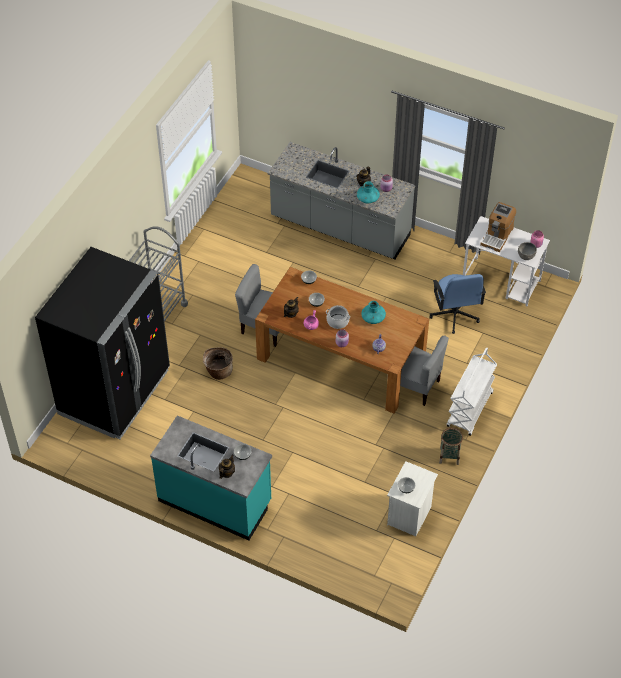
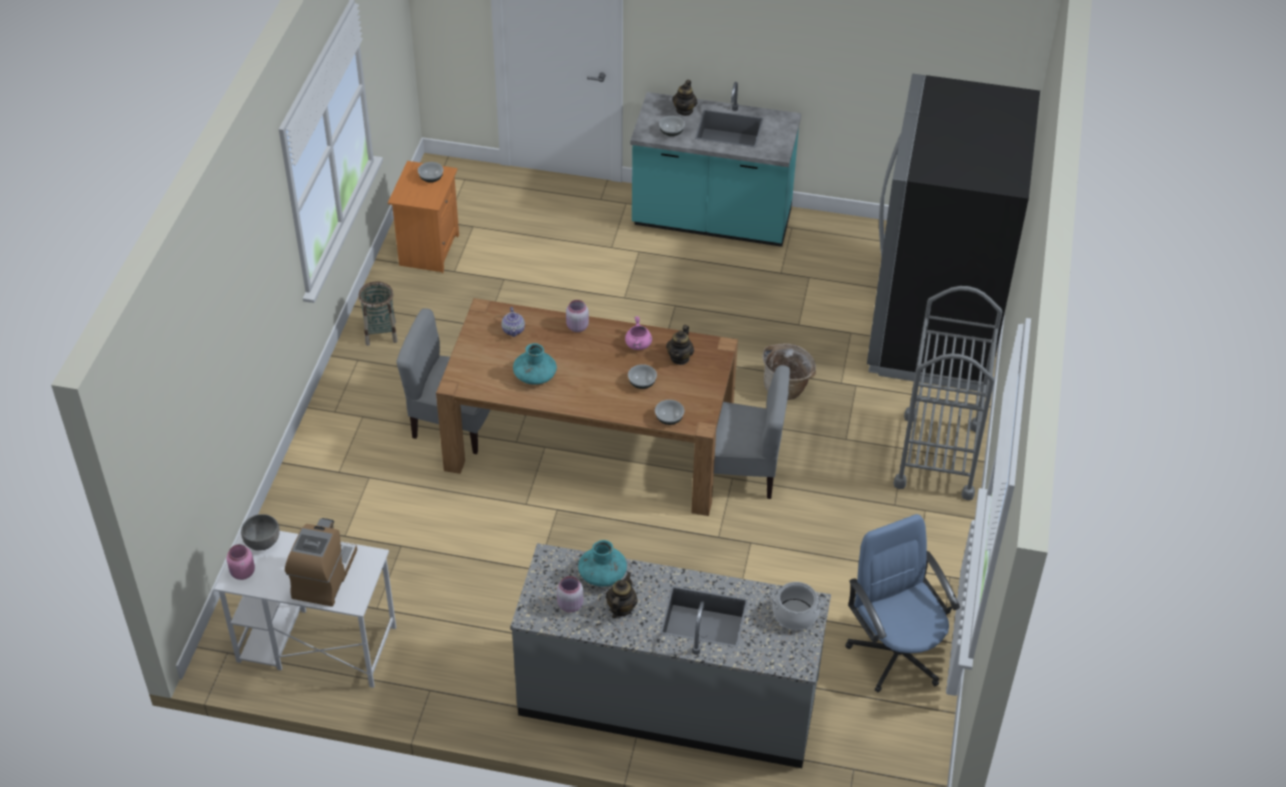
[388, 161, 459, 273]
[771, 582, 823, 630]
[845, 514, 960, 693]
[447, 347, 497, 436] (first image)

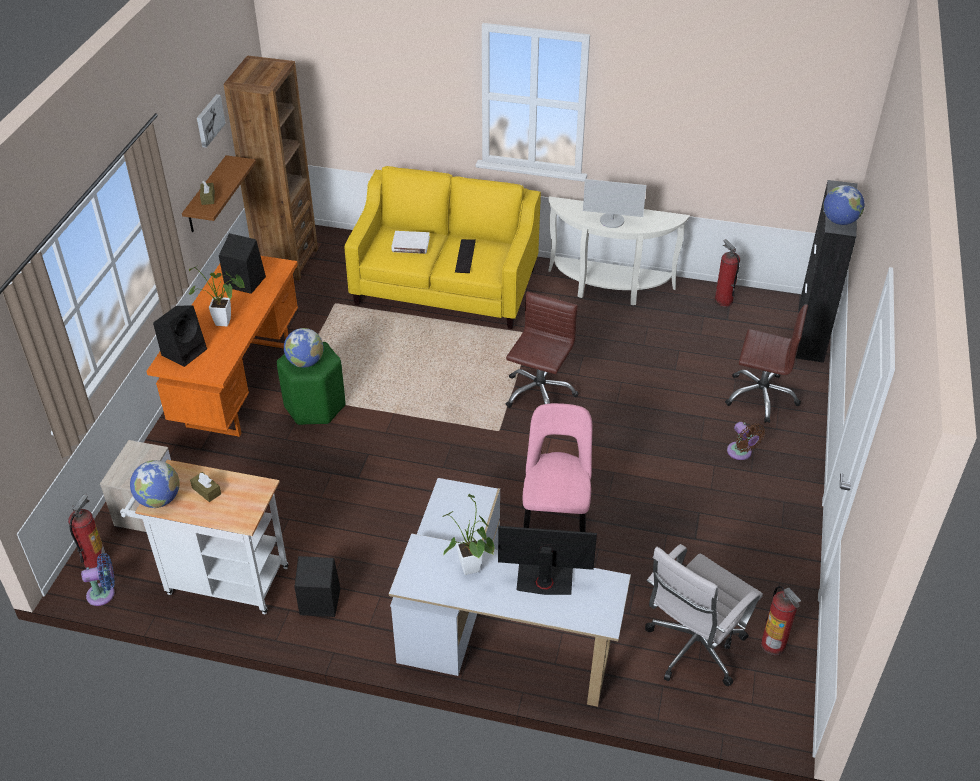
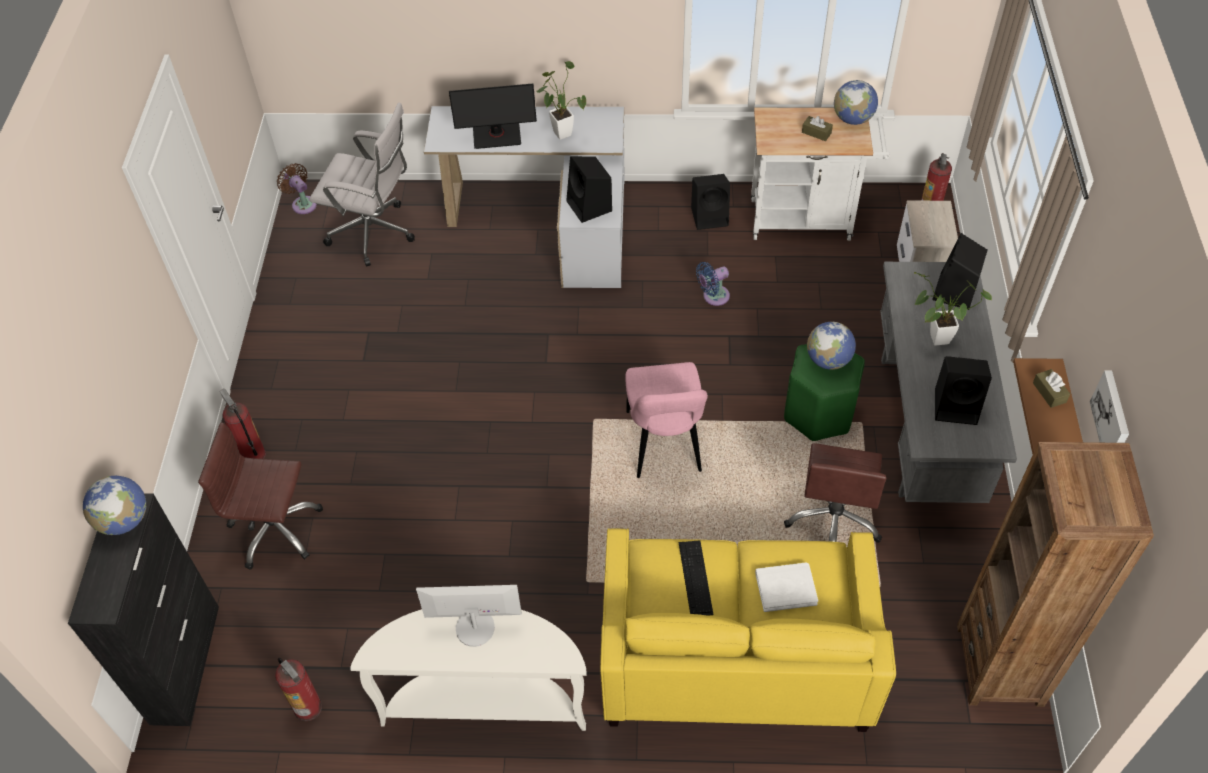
[220, 389, 266, 459]
[277, 163, 317, 214]
[309, 103, 415, 267]
[566, 156, 612, 223]
[625, 362, 708, 478]
[696, 262, 730, 306]
[784, 443, 886, 543]
[880, 262, 1017, 503]

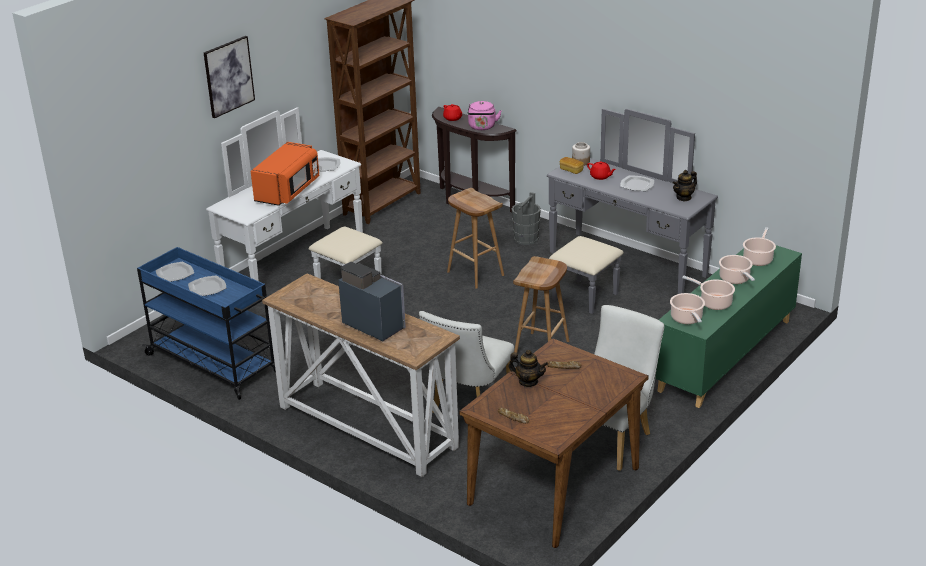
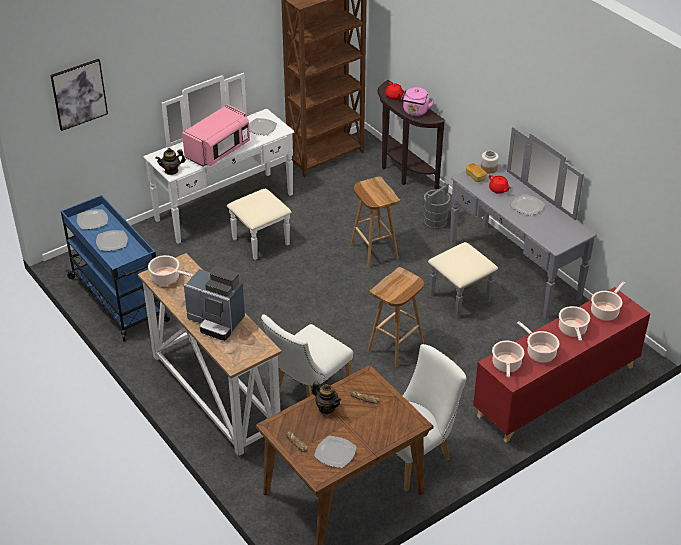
[50, 59, 108, 131]
[148, 255, 193, 285]
[155, 148, 186, 175]
[182, 104, 250, 166]
[184, 266, 245, 341]
[314, 436, 356, 468]
[473, 287, 650, 443]

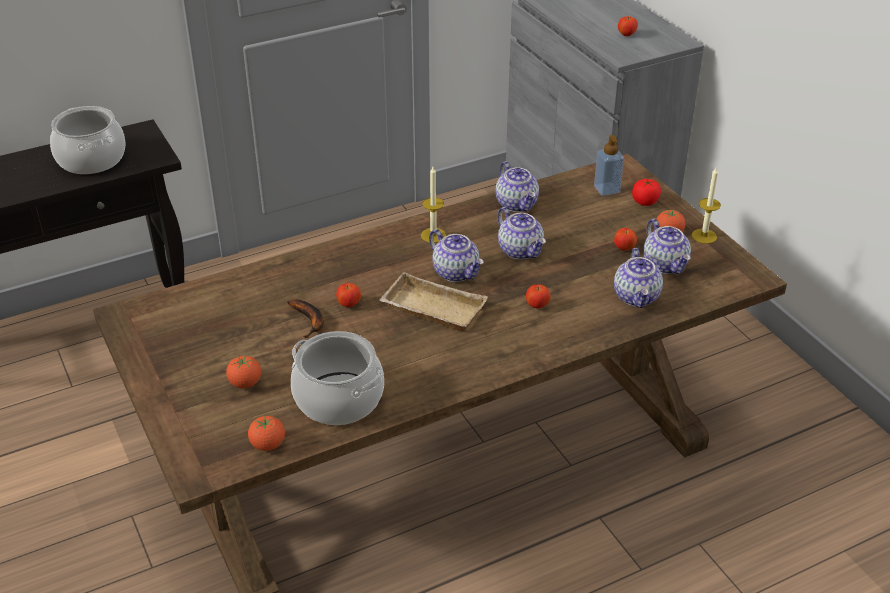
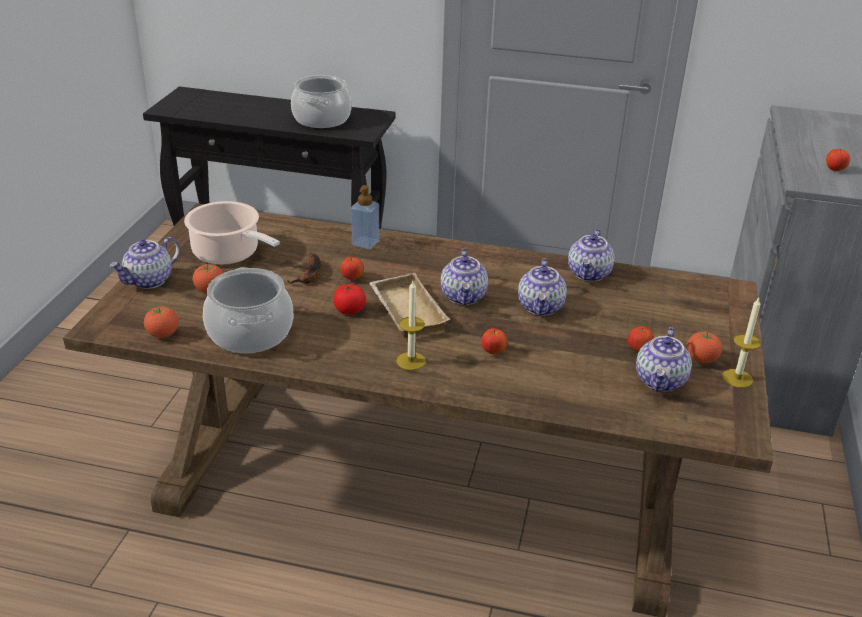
[109, 237, 180, 289]
[184, 201, 280, 265]
[334, 284, 366, 315]
[351, 185, 379, 249]
[396, 279, 426, 370]

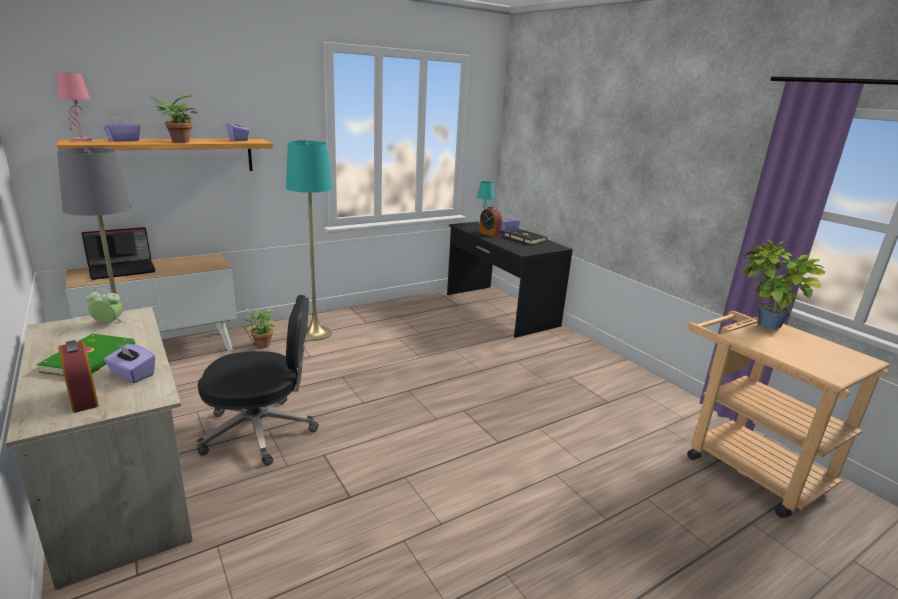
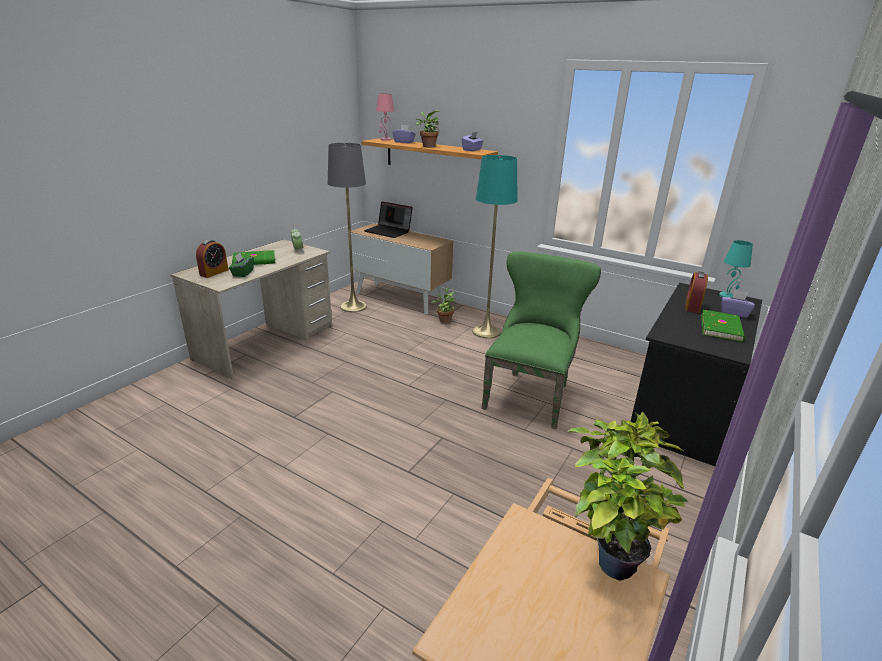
[229, 253, 254, 277]
[481, 251, 601, 429]
[701, 309, 745, 342]
[196, 295, 319, 466] (first image)

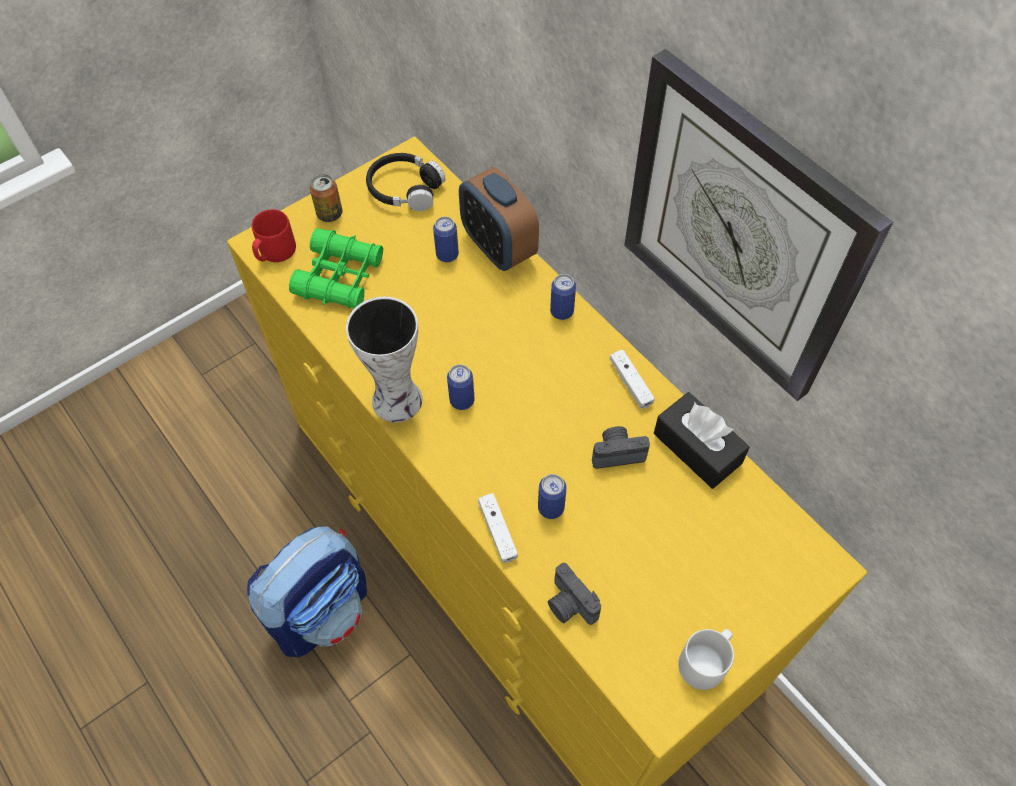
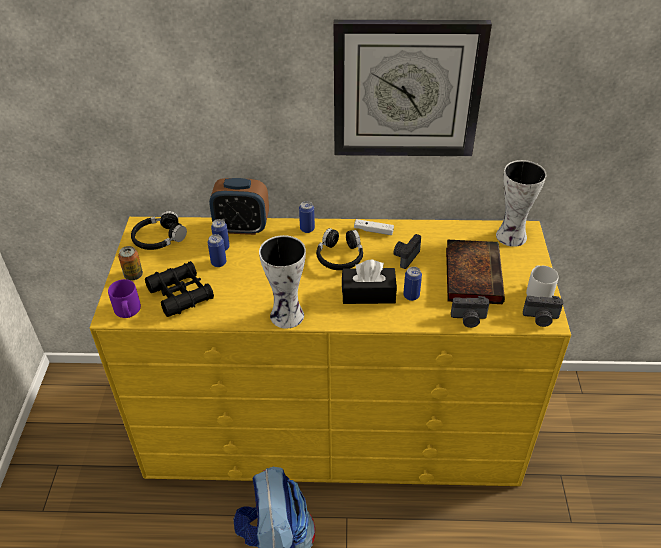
[108, 279, 141, 318]
[145, 261, 214, 317]
[208, 234, 227, 267]
[316, 228, 363, 270]
[342, 260, 397, 304]
[446, 240, 505, 304]
[496, 160, 547, 247]
[523, 296, 563, 327]
[478, 493, 518, 563] (first image)

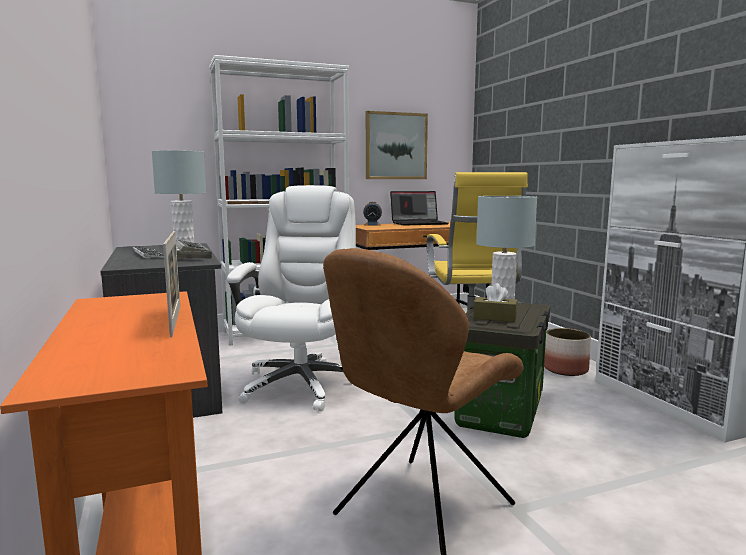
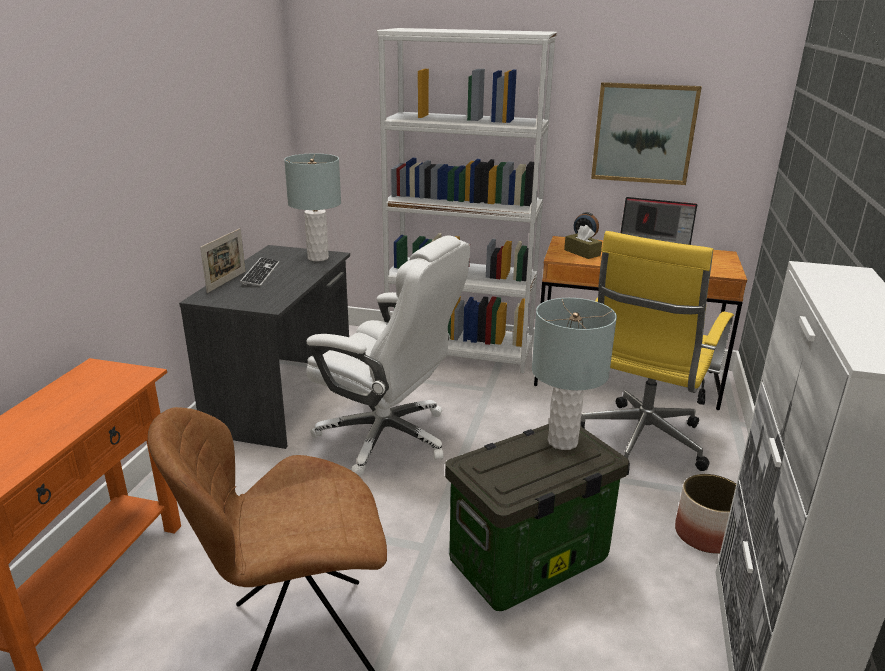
[200, 228, 245, 293]
[306, 236, 470, 477]
[564, 225, 602, 259]
[176, 239, 212, 260] (first image)

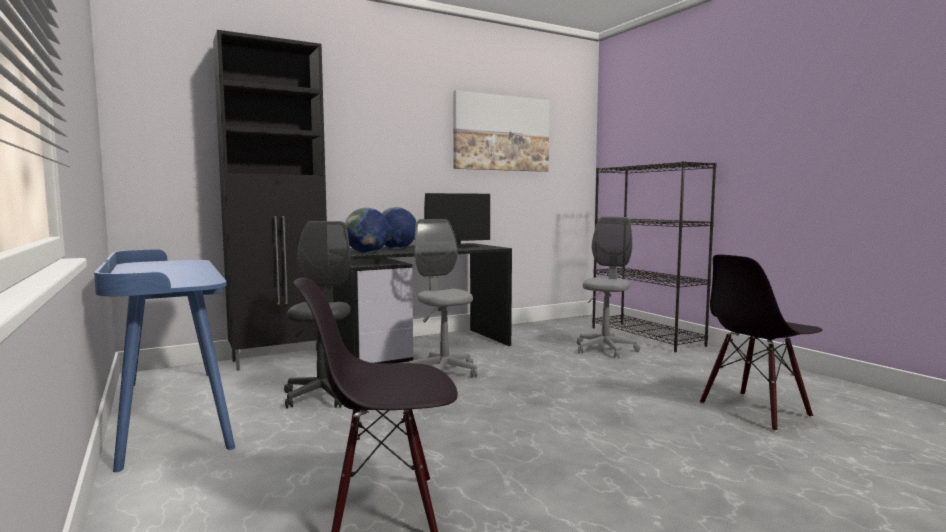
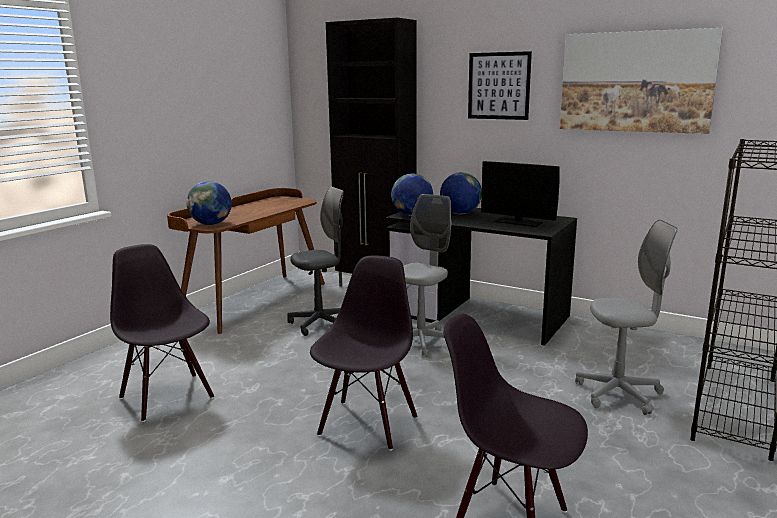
[167, 188, 325, 334]
[186, 181, 232, 225]
[310, 255, 417, 451]
[468, 51, 532, 120]

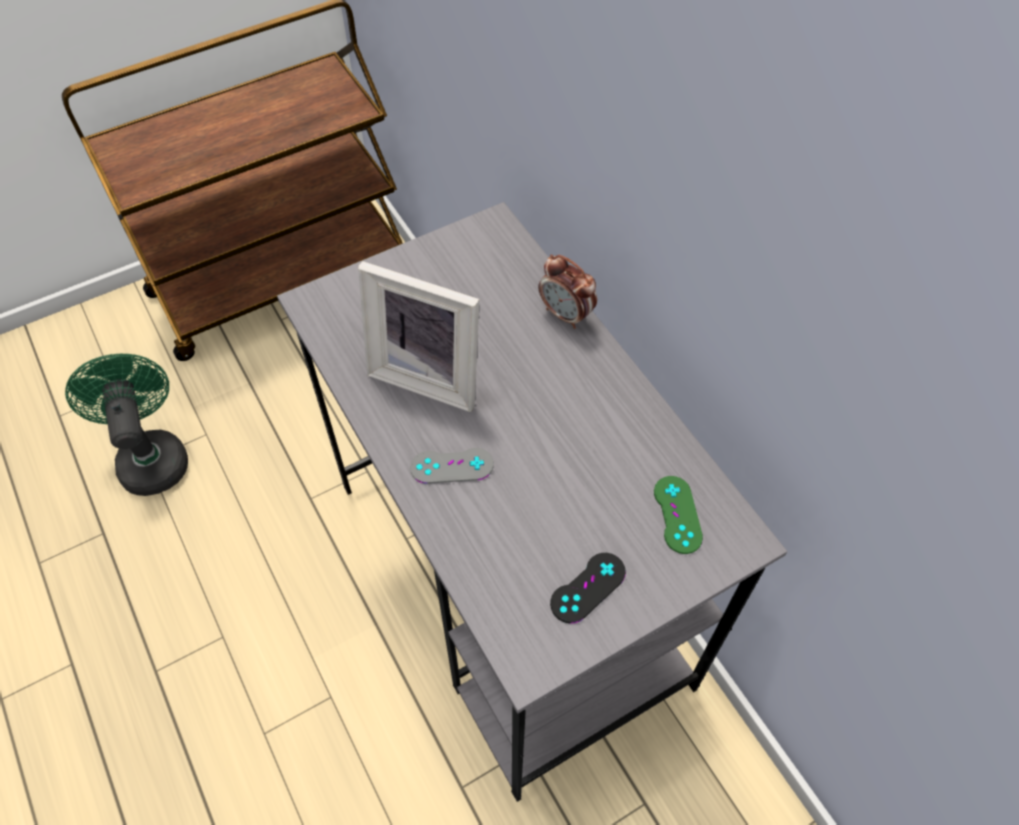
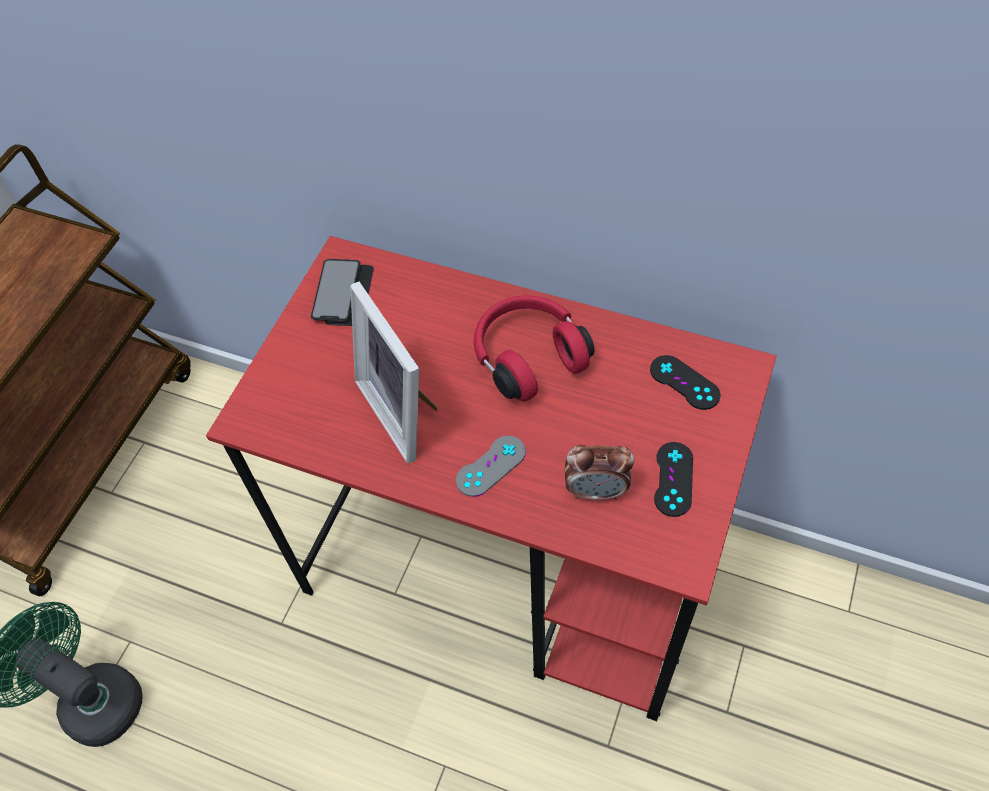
[206, 236, 776, 721]
[311, 259, 374, 326]
[350, 282, 438, 463]
[474, 295, 594, 401]
[565, 445, 635, 500]
[650, 355, 720, 410]

